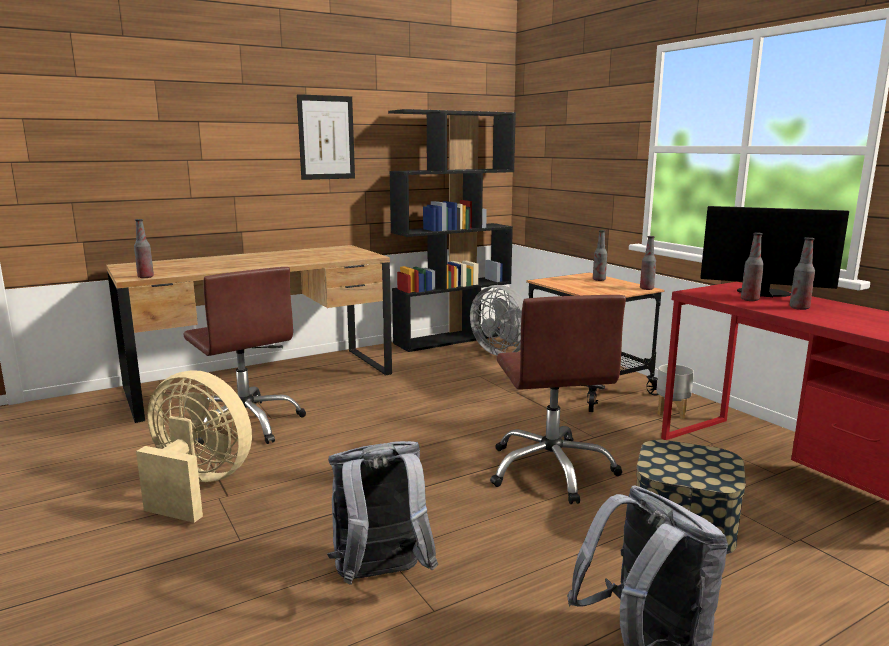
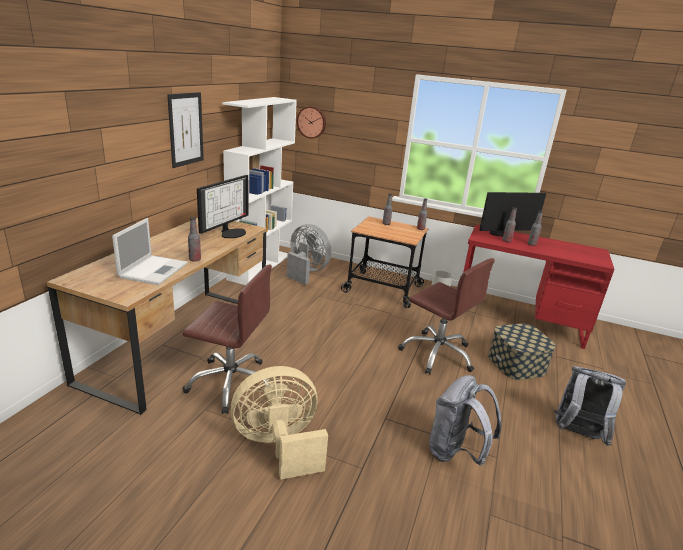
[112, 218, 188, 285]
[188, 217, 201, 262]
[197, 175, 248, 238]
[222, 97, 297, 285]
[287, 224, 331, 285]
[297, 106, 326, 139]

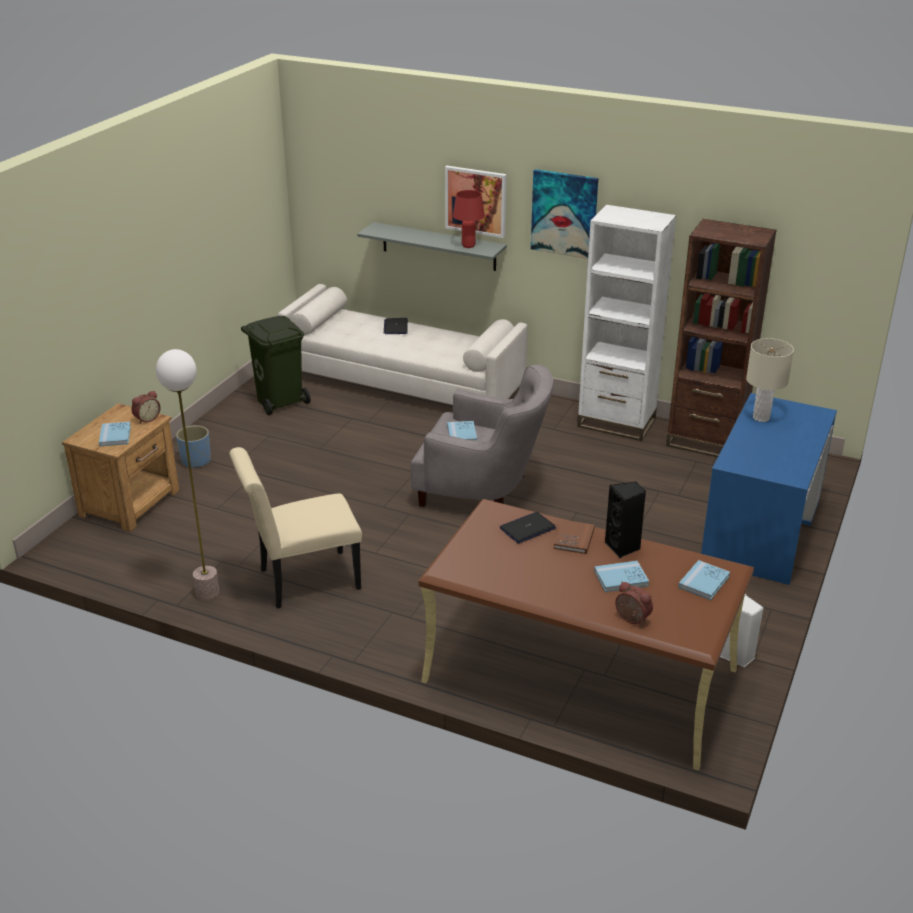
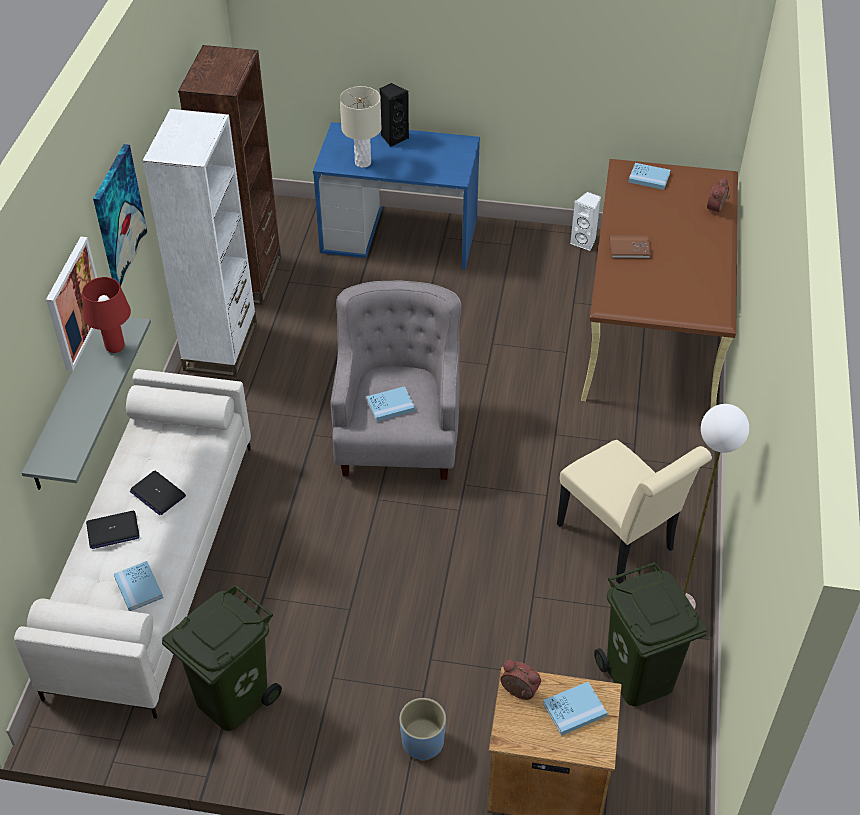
[114, 561, 163, 611]
[130, 471, 186, 515]
[379, 83, 409, 147]
[594, 562, 707, 706]

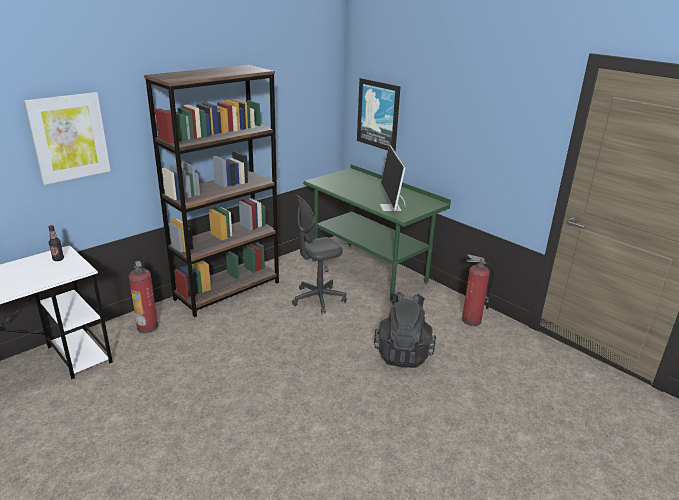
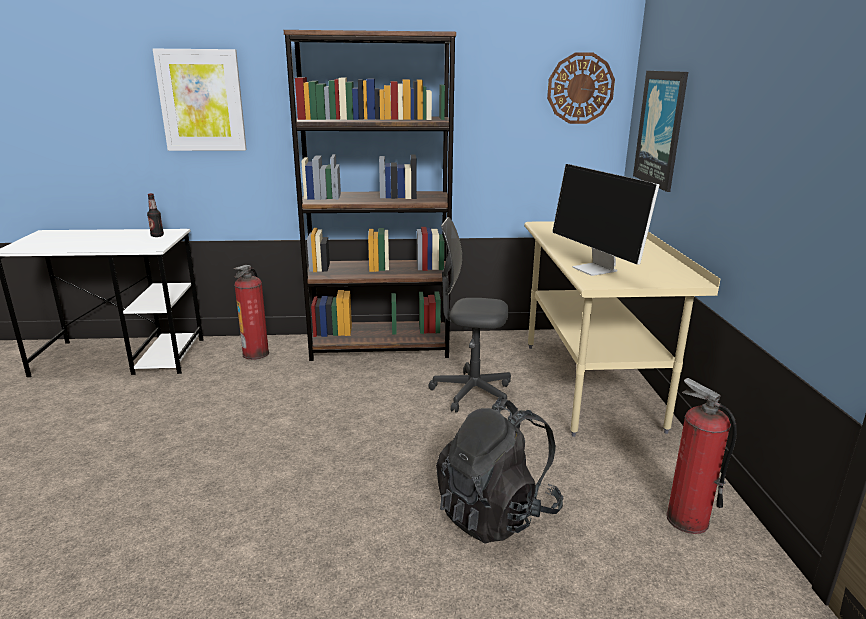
[524, 221, 720, 437]
[547, 52, 615, 124]
[552, 164, 659, 276]

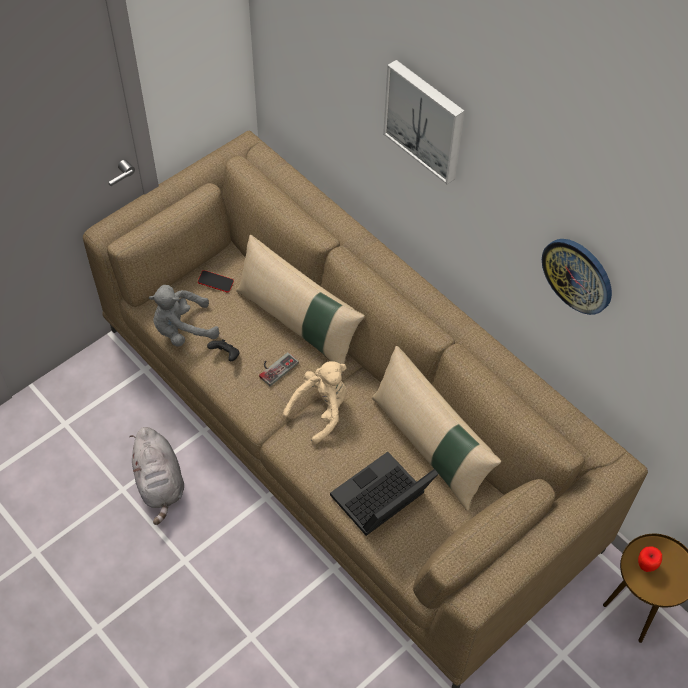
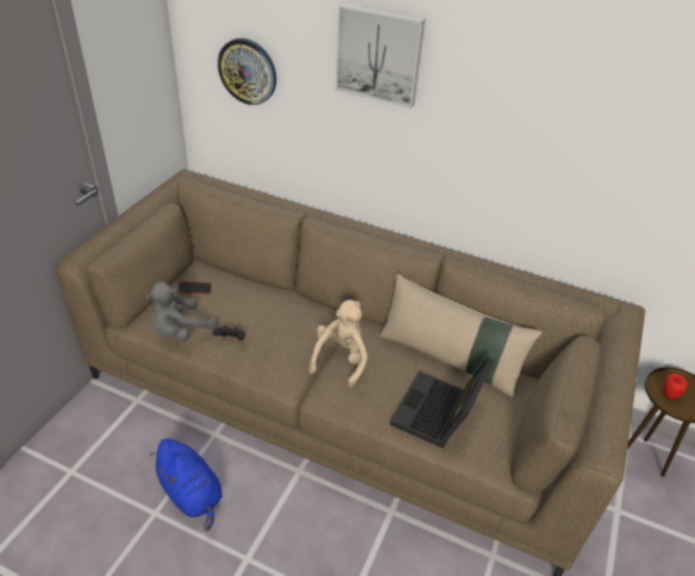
[149, 439, 223, 531]
[218, 38, 277, 105]
[236, 235, 365, 372] (first image)
[259, 352, 299, 386] (first image)

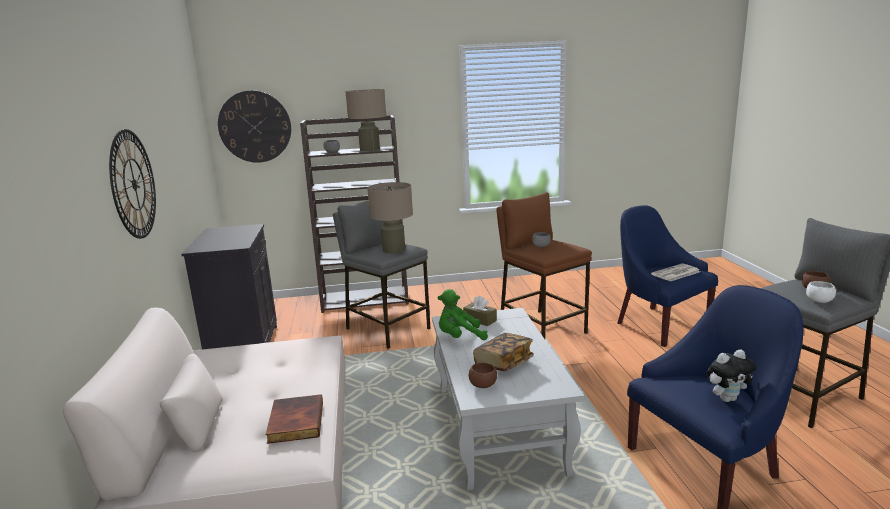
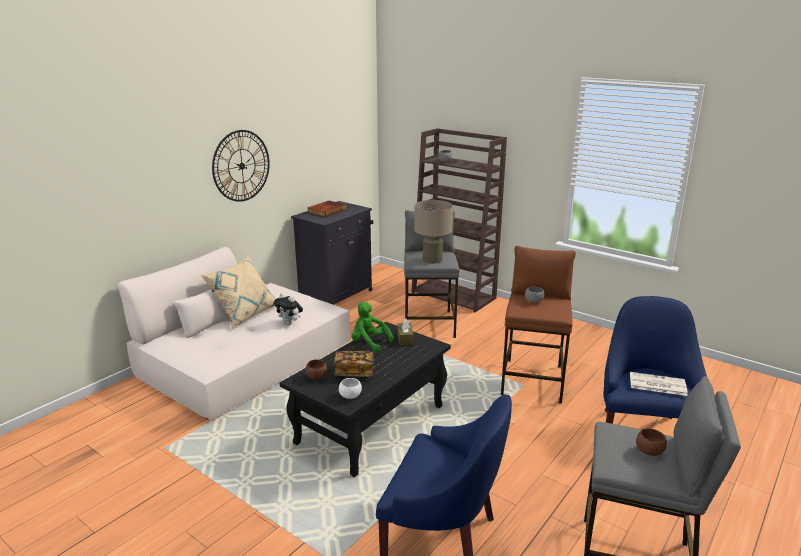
[200, 255, 276, 328]
[274, 293, 303, 325]
[280, 322, 451, 477]
[307, 201, 347, 217]
[339, 378, 362, 399]
[218, 90, 291, 163] (first image)
[345, 89, 386, 151] (first image)

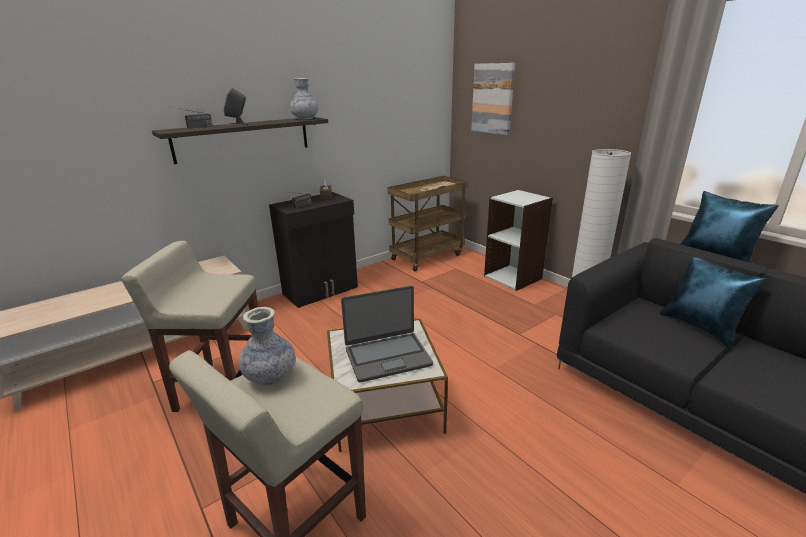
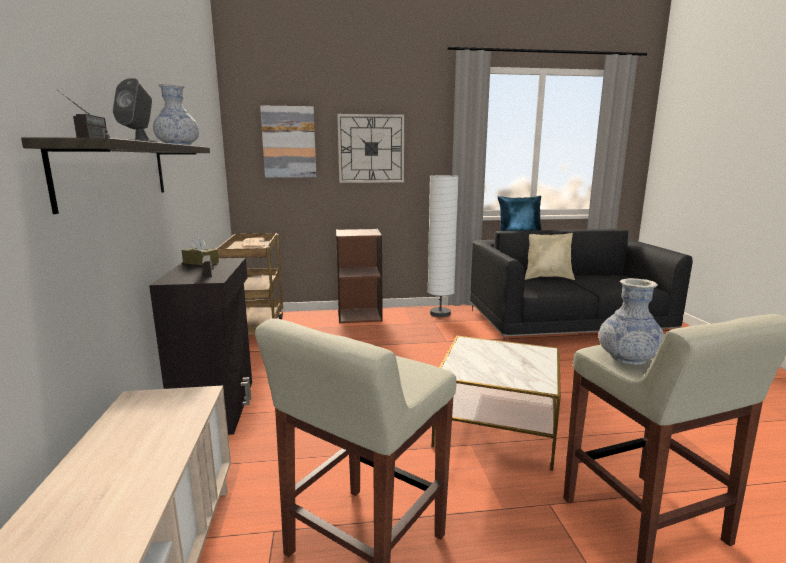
[336, 229, 383, 323]
[337, 114, 404, 183]
[525, 233, 575, 280]
[341, 286, 433, 383] (first image)

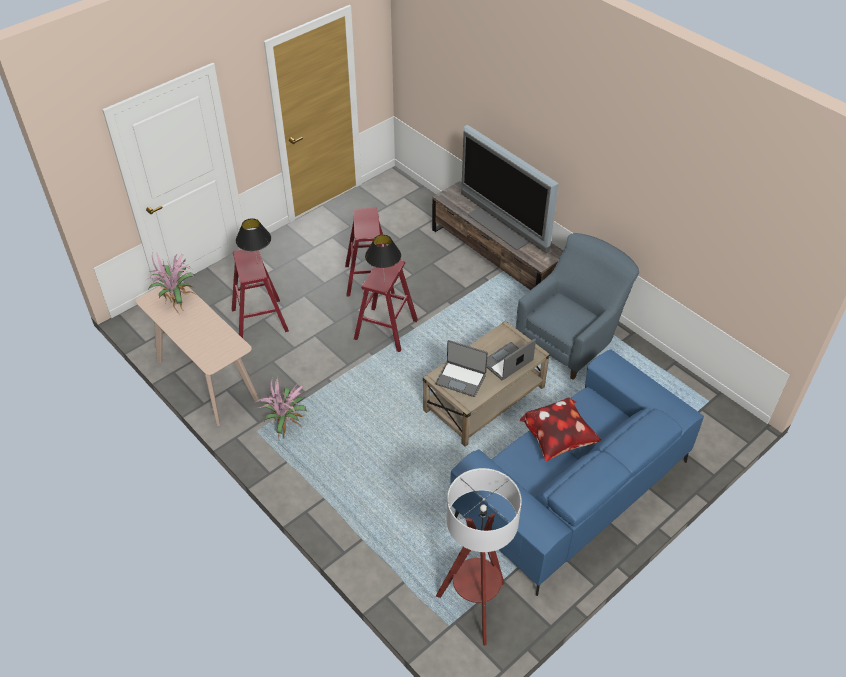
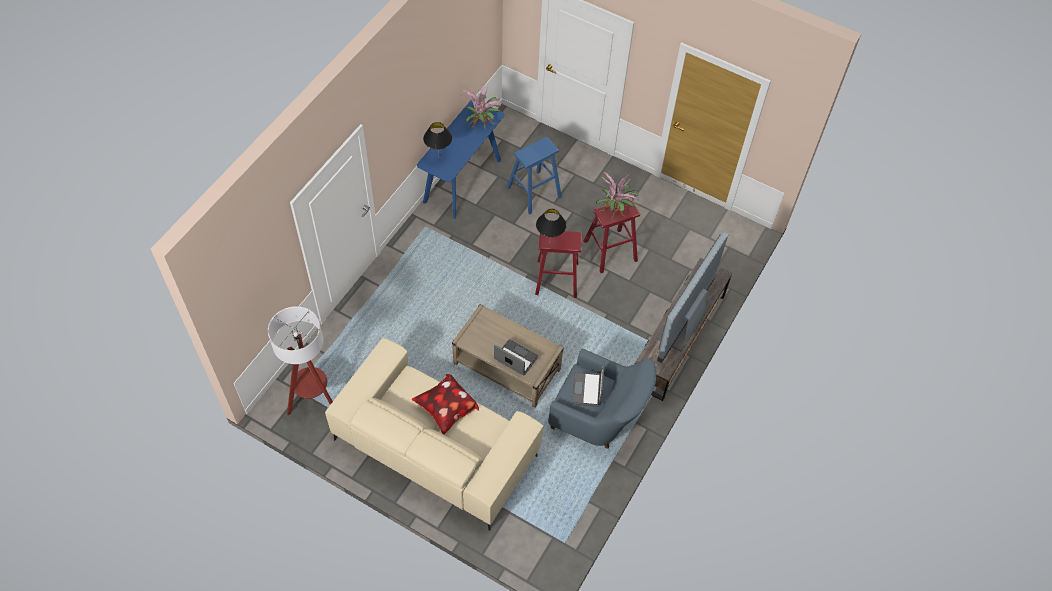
[325, 338, 543, 531]
[417, 101, 504, 219]
[423, 122, 452, 154]
[507, 137, 562, 215]
[572, 361, 605, 407]
[596, 171, 639, 217]

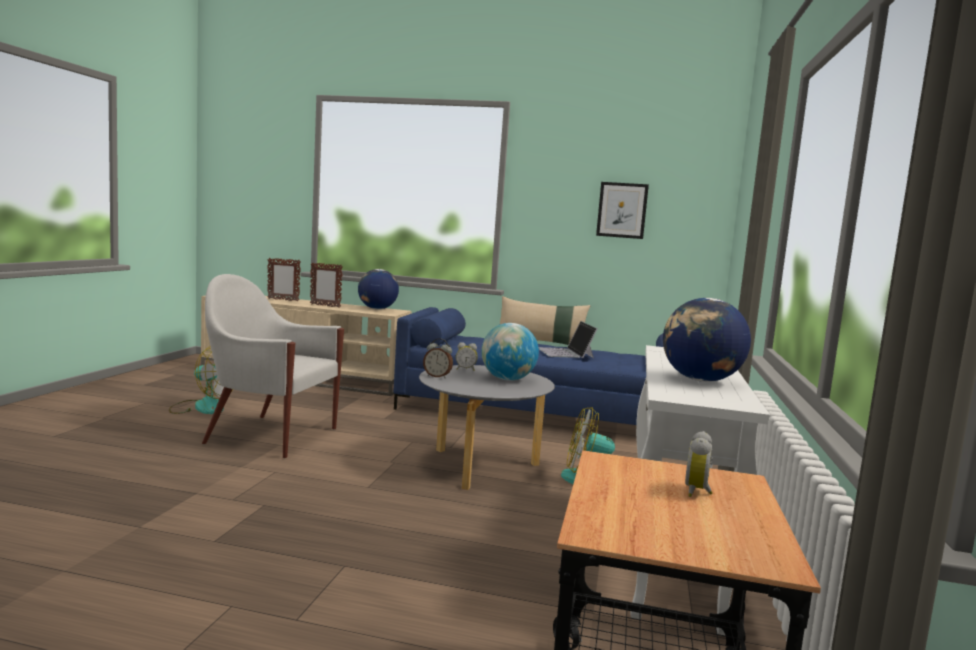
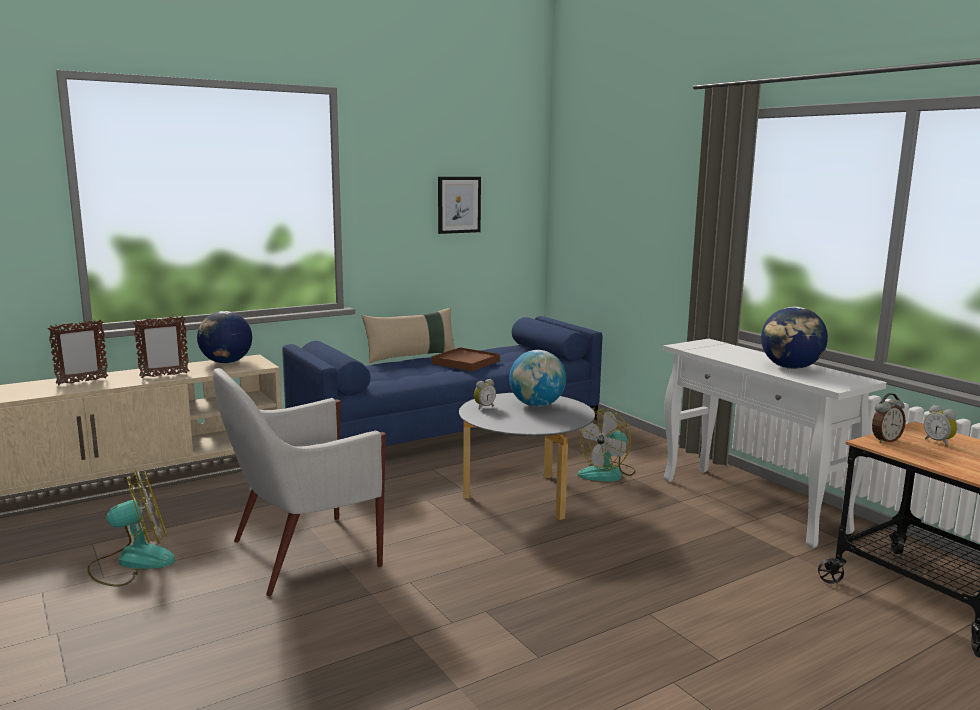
[431, 347, 500, 371]
[872, 393, 906, 443]

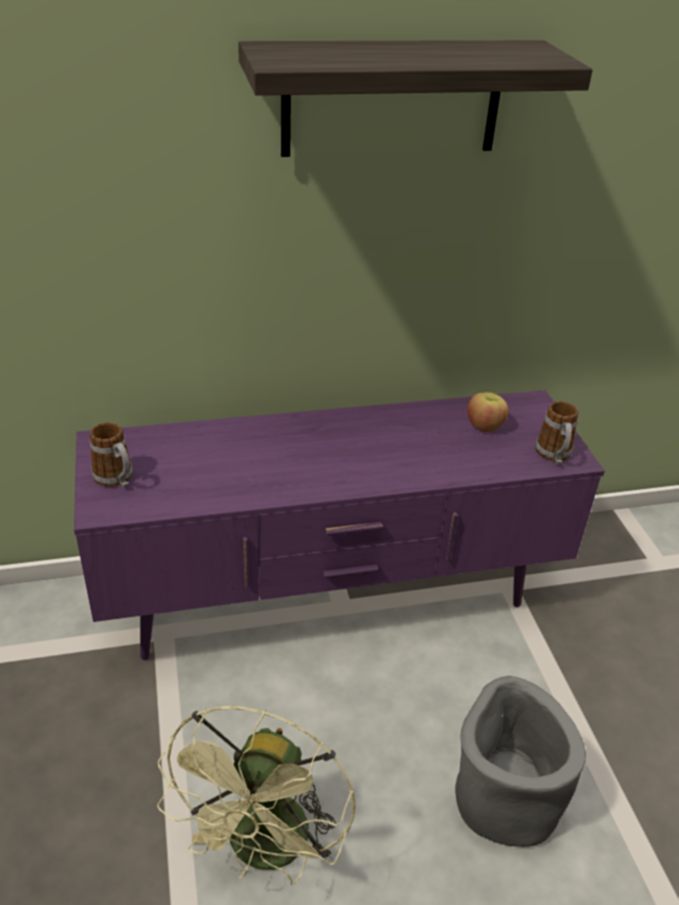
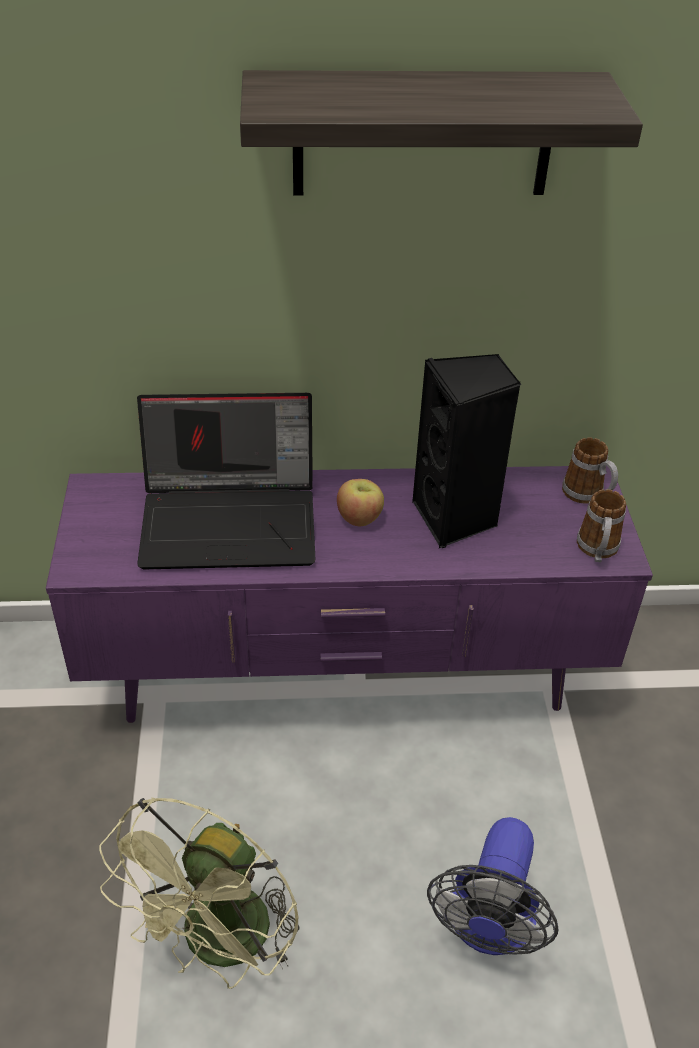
[137, 393, 315, 569]
[337, 479, 384, 526]
[412, 354, 521, 548]
[427, 817, 558, 955]
[562, 437, 618, 504]

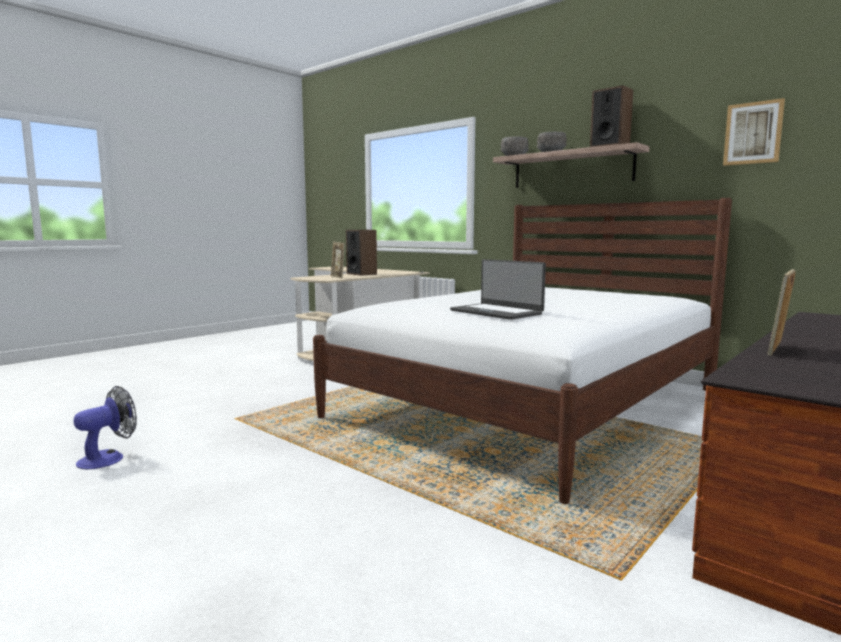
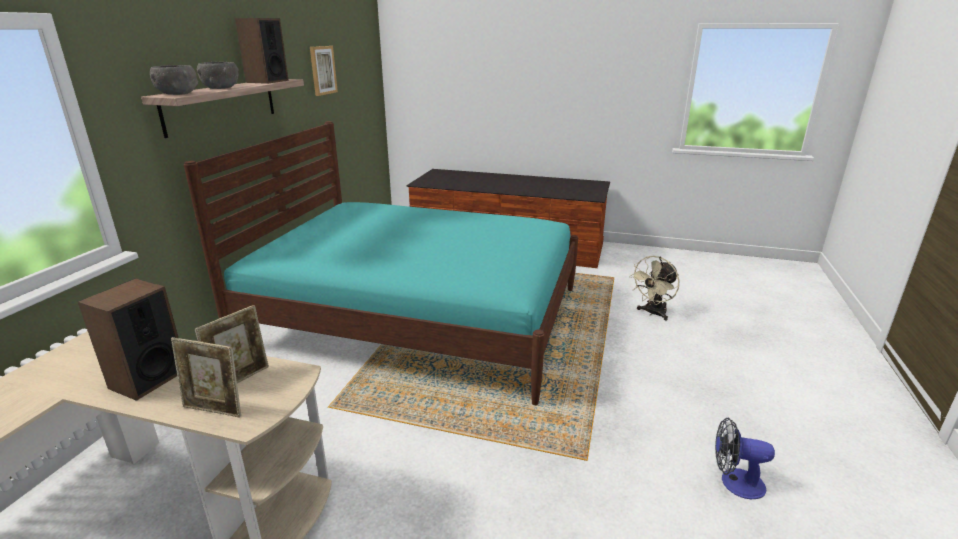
[171, 337, 241, 417]
[184, 121, 578, 405]
[629, 256, 680, 320]
[450, 259, 546, 320] (first image)

